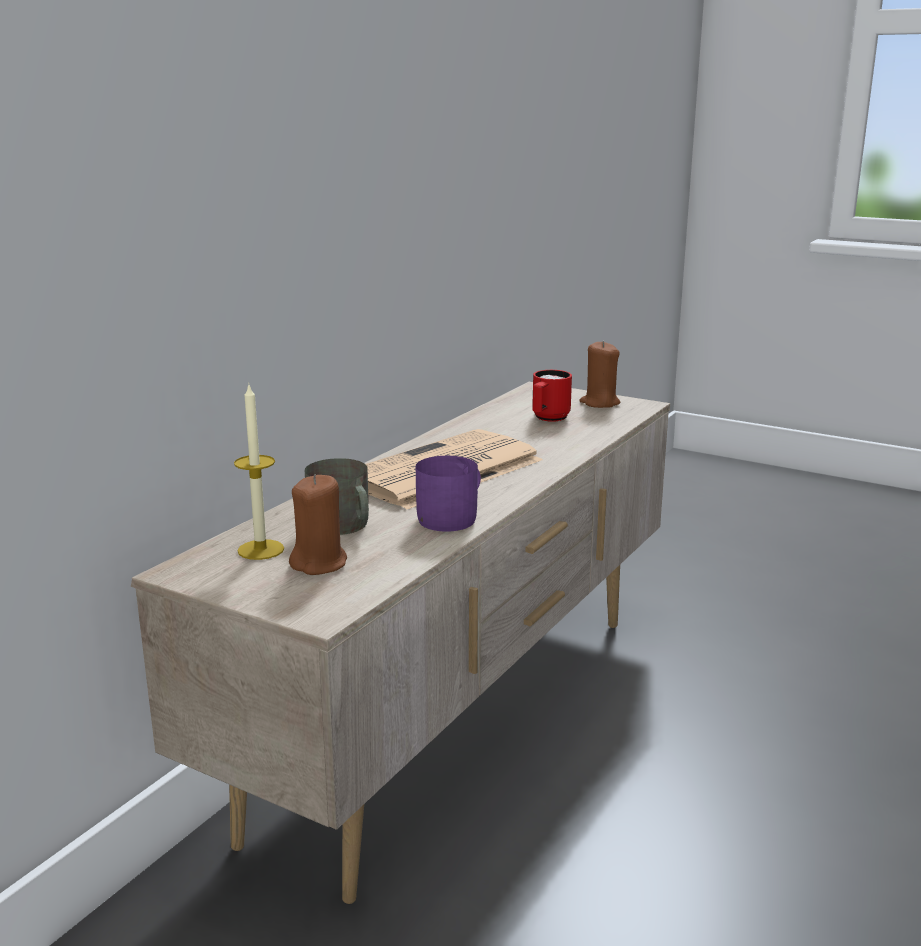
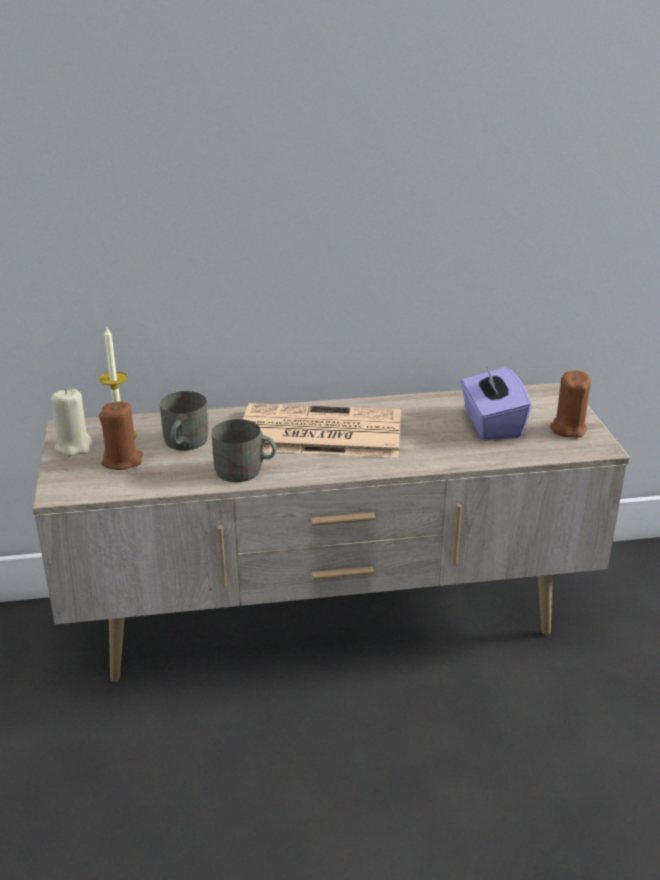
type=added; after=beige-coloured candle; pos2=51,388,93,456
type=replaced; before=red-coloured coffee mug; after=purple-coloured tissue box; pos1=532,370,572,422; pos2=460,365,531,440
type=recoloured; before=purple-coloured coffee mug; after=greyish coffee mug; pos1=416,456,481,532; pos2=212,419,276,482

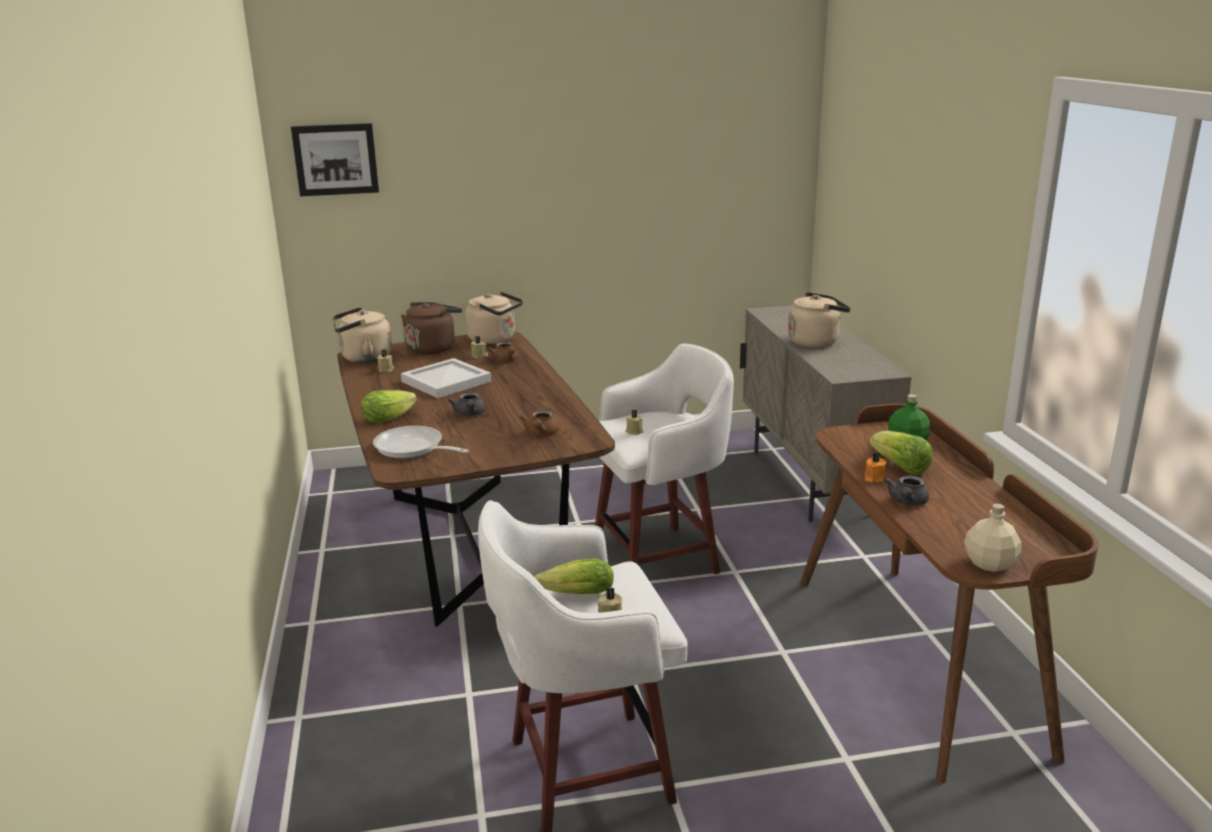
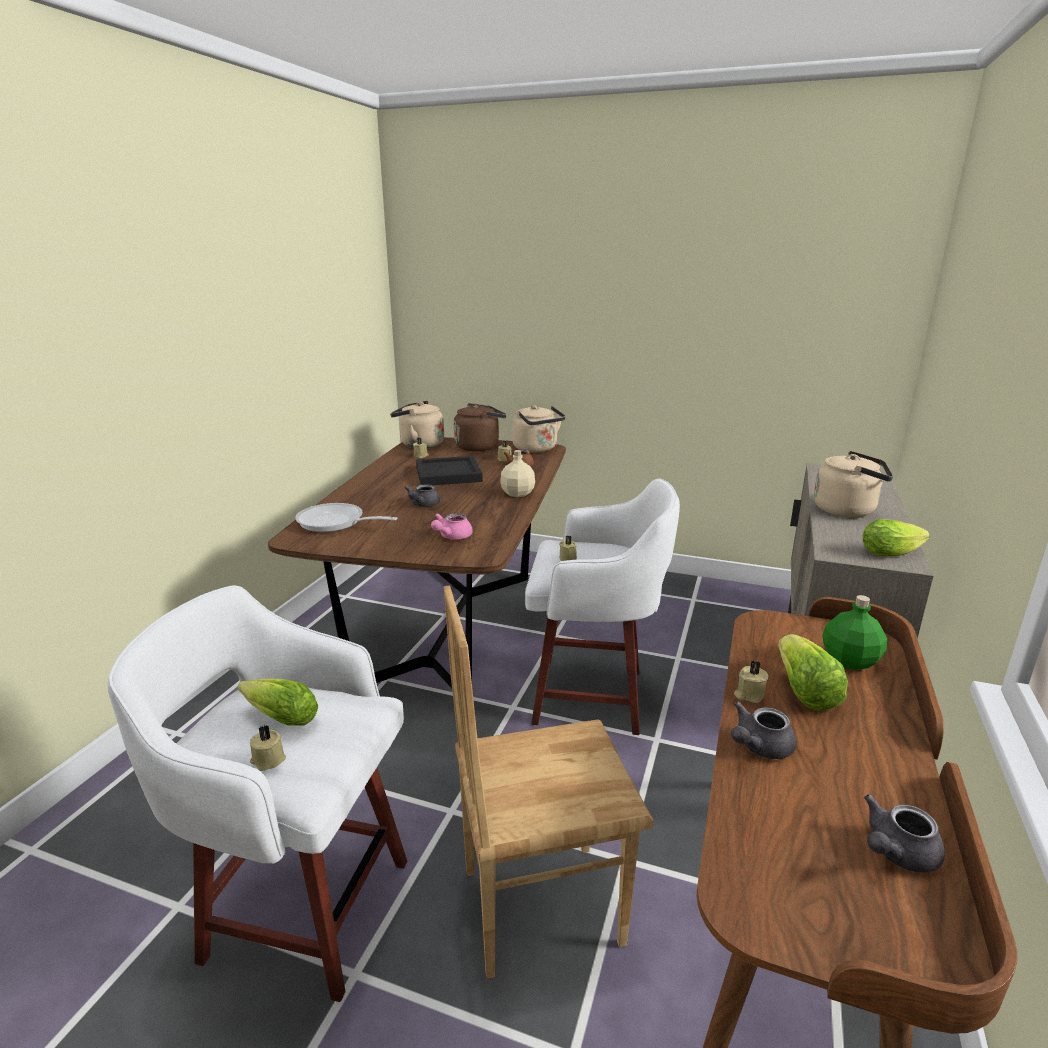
type=removed; before=picture; pos1=291,123,379,196
type=added; after=brown upright chair; pos2=444,586,654,979
type=added; after=greyish tea pot; pos2=864,795,945,873
type=moved; before=lettuce; pos1=361,390,417,423; pos2=863,519,930,556
type=moved; before=beige-coloured drink bottle; pos1=964,504,1021,572; pos2=500,450,535,497
type=recoloured; before=whitish carrying tray; after=black-coloured carrying tray; pos1=401,358,492,398; pos2=416,456,483,485
type=recoloured; before=brown tea pot; after=pinkish tea pot; pos1=519,410,559,436; pos2=431,513,473,540
type=recoloured; before=orangey candle; after=beige-coloured candle; pos1=865,452,886,483; pos2=734,661,768,703
type=turned; before=skillet; pos1=373,426,469,458; pos2=295,503,398,532; turn=-45

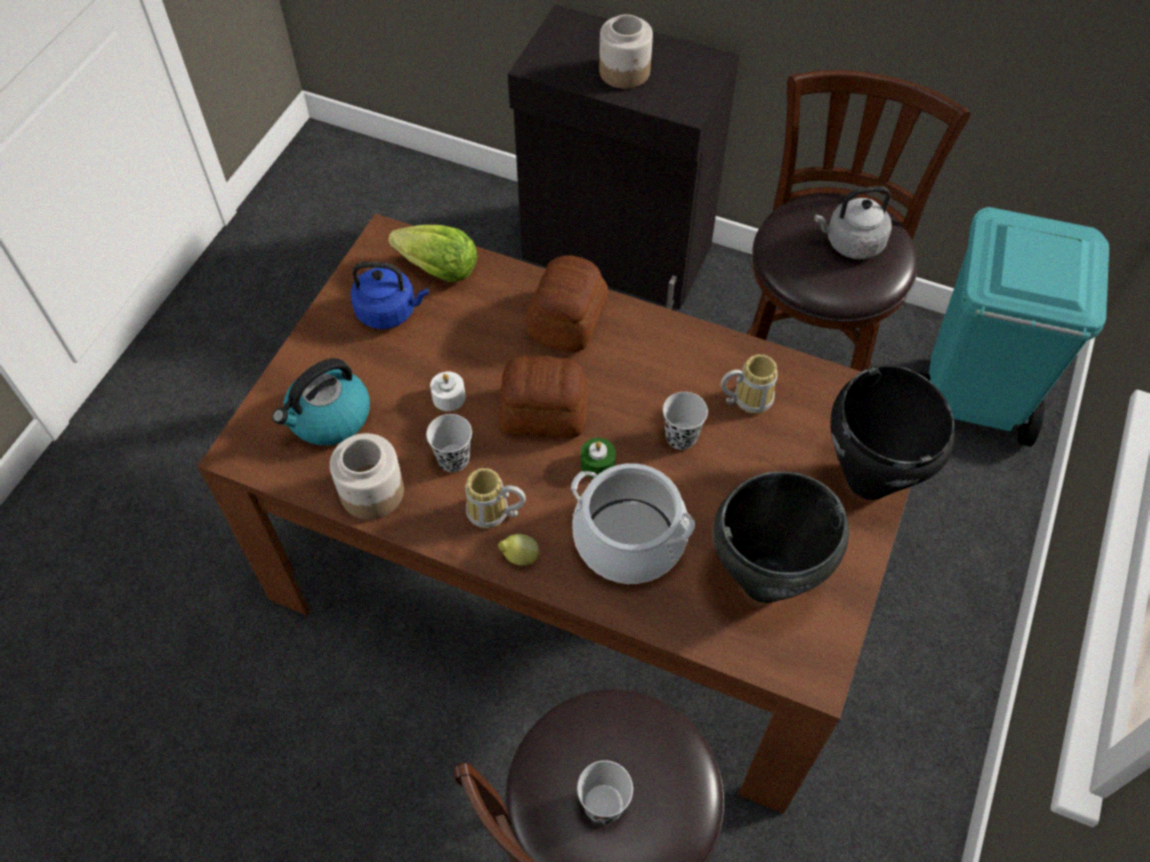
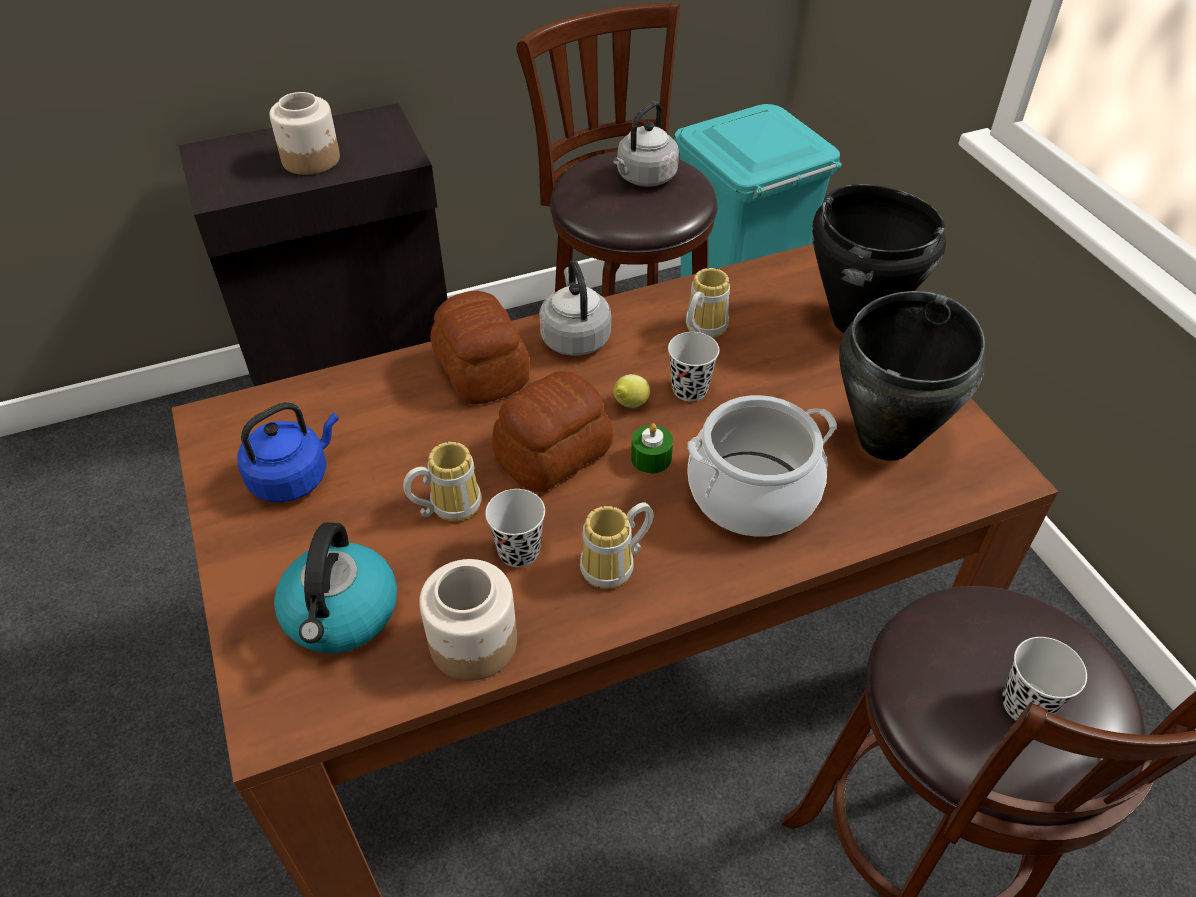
type=removed; before=lettuce; pos1=388,225,478,282
type=added; after=greyish kettle; pos2=539,260,611,356
type=moved; before=citrus fruit; pos1=498,534,539,566; pos2=614,374,650,408
type=replaced; before=whitish candle; after=coffee mug; pos1=430,371,466,411; pos2=403,442,482,521

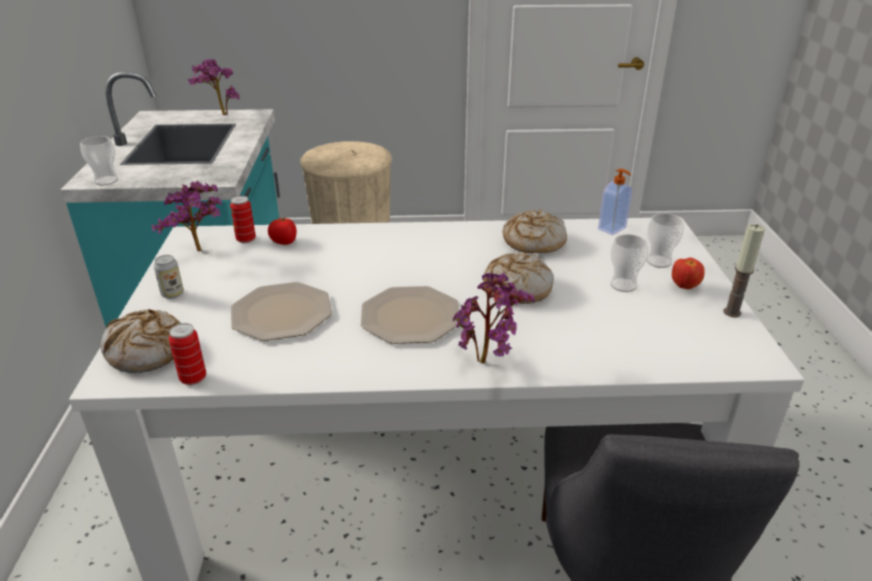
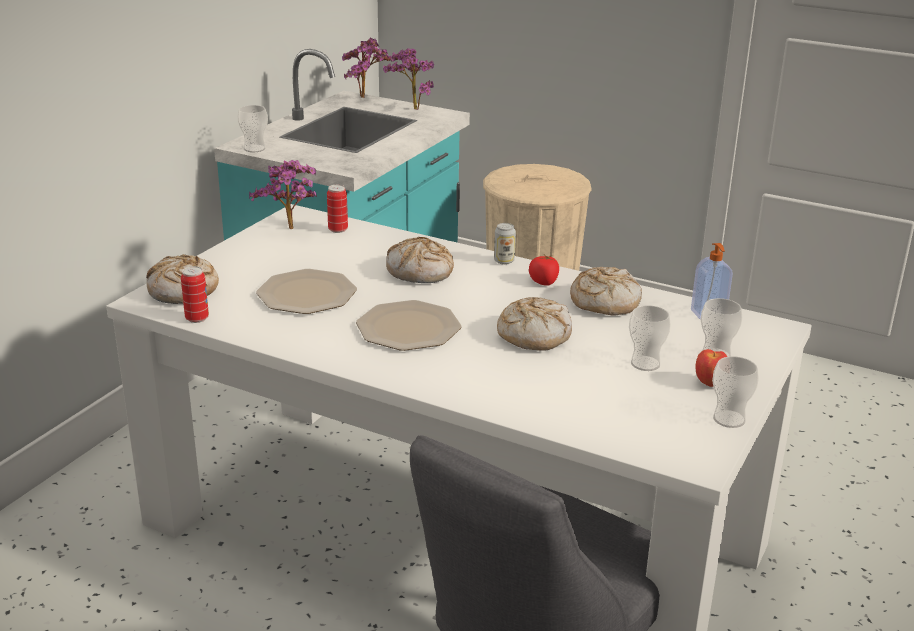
type=added; after=bread; pos2=386,237,454,283
type=moved; before=metal can; pos1=154,255,184,299; pos2=494,223,516,265
type=moved; before=tomato; pos1=268,217,297,245; pos2=529,255,559,286
type=moved; before=plant in a pot; pos1=453,273,535,363; pos2=342,38,393,98
type=replaced; before=candle; after=cup; pos1=723,224,765,317; pos2=712,356,759,428

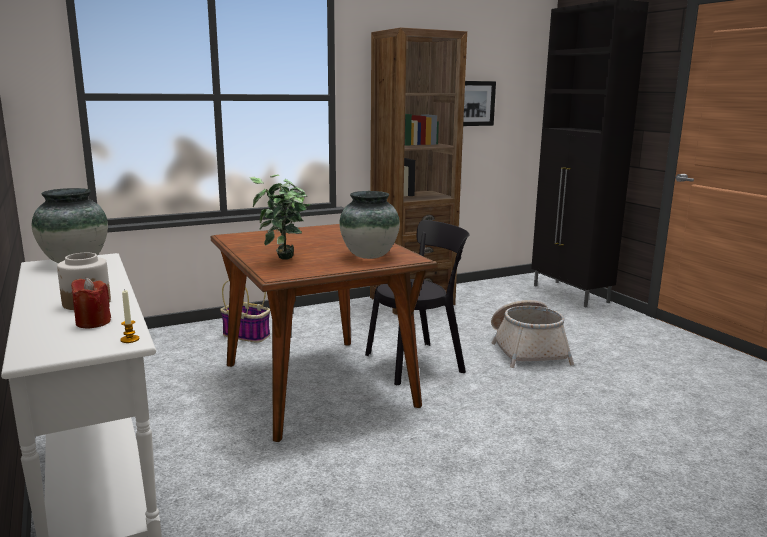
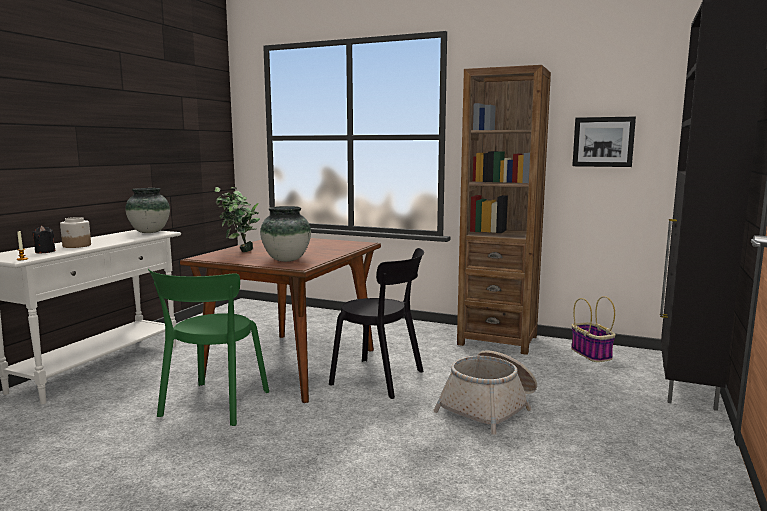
type=added; after=green-coloured upright chair; pos2=148,269,269,426
type=moved; before=storage basket; pos1=220,280,270,343; pos2=571,296,615,362
type=recoloured; before=red-coloured candle; after=black-coloured candle; pos1=71,278,111,329; pos2=32,226,56,254

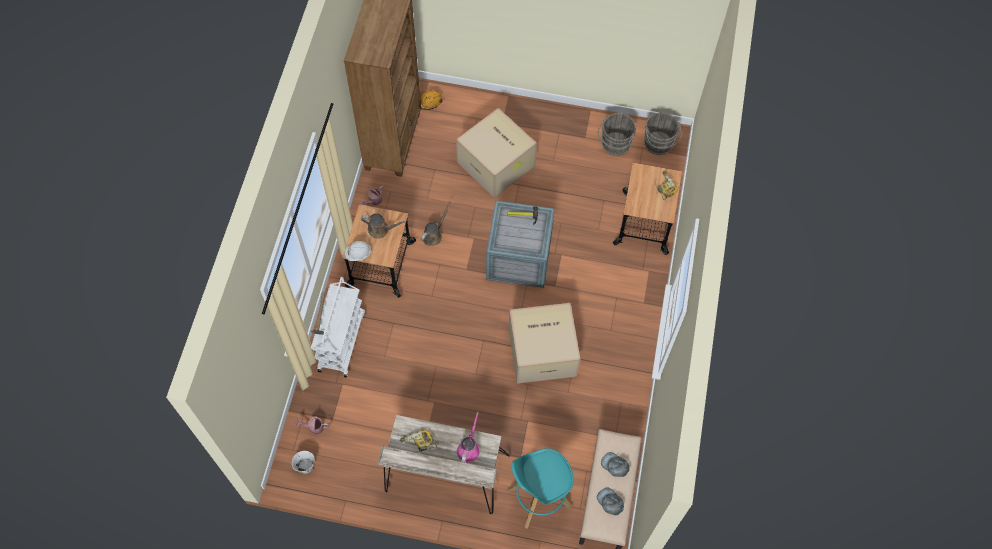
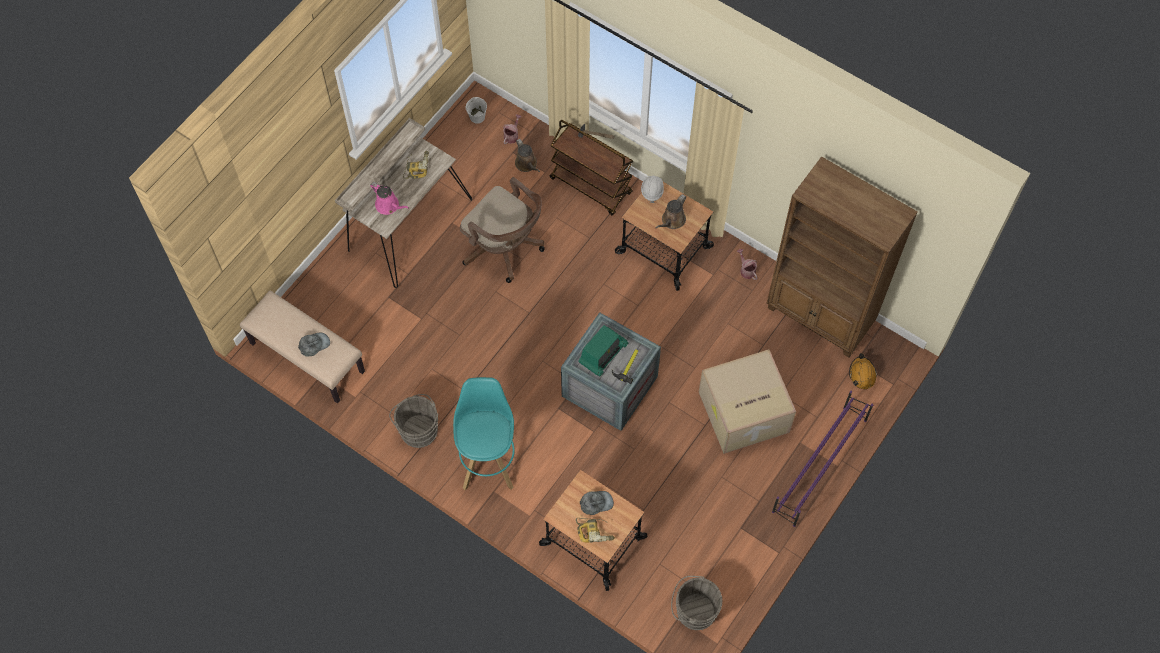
type=removed; before=carton; pos1=508,303,581,384
type=added; after=brown office chair; pos2=460,177,545,283
type=added; after=radio set; pos2=578,325,629,376
type=added; after=purple-coloured shoe rack; pos2=772,391,873,527
type=moved; before=brown watering pot; pos1=421,206,450,246; pos2=515,139,540,172
type=moved; before=turquoise-coloured stool seat; pos1=507,448,574,529; pos2=453,377,515,490
type=moved; before=greyish cap; pos1=597,488,624,515; pos2=580,491,614,515
type=moved; before=greyish pail; pos1=598,113,636,156; pos2=389,394,438,448
type=recoloured; before=whitish cart; after=brown cart; pos1=311,277,365,377; pos2=550,120,633,215

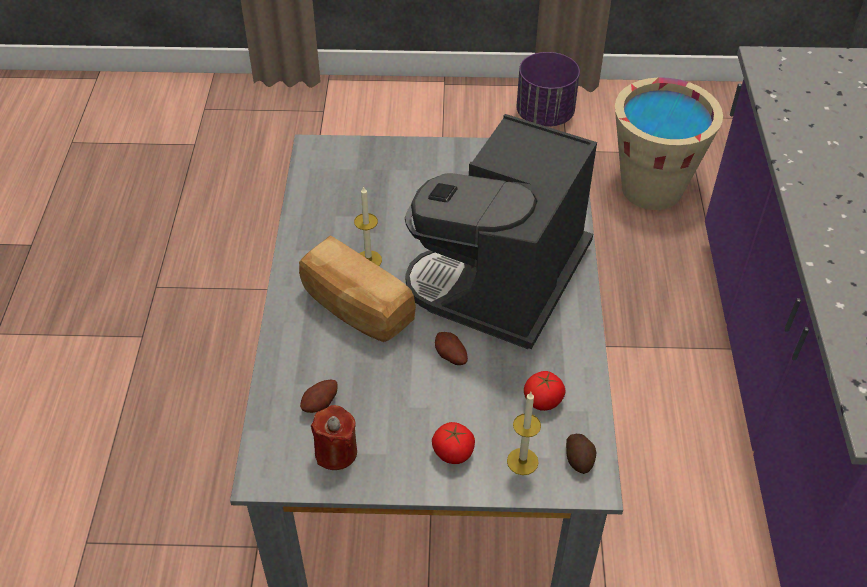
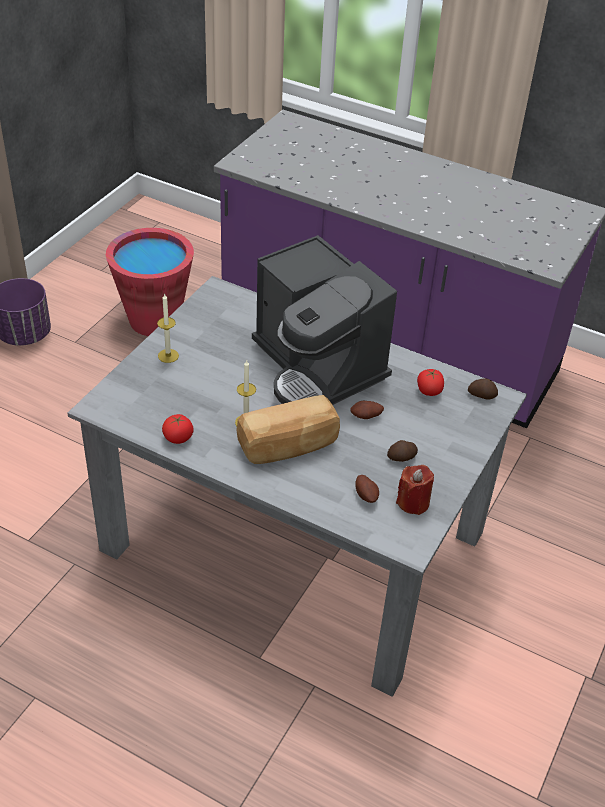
type=added; after=whole potato; pos2=387,440,418,462
type=moved; before=tomato; pos1=432,422,475,464; pos2=162,414,194,444
type=moved; before=candle; pos1=507,392,541,475; pos2=157,293,179,363
type=recoloured; before=beige-coloured pail; after=red-coloured pail; pos1=615,77,723,210; pos2=106,228,194,336

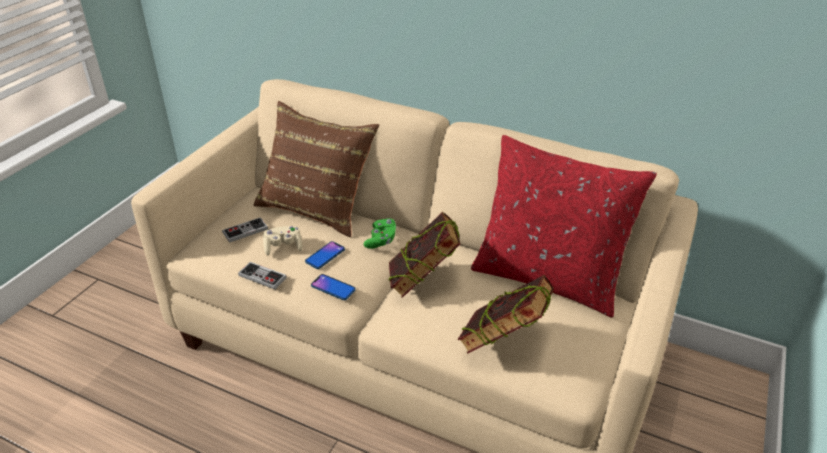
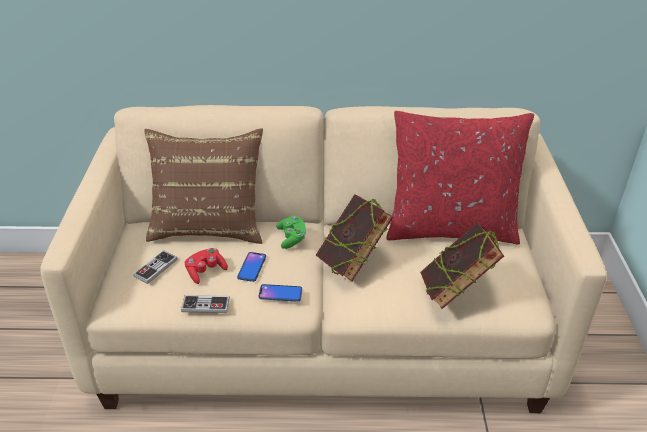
type=recoloured; before=beige-coloured joypad; after=red-coloured joypad; pos1=263,226,302,256; pos2=185,248,228,284

